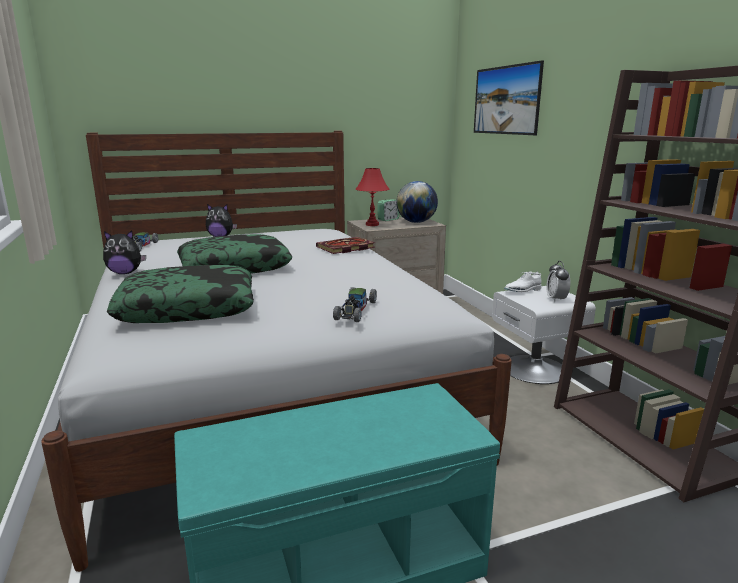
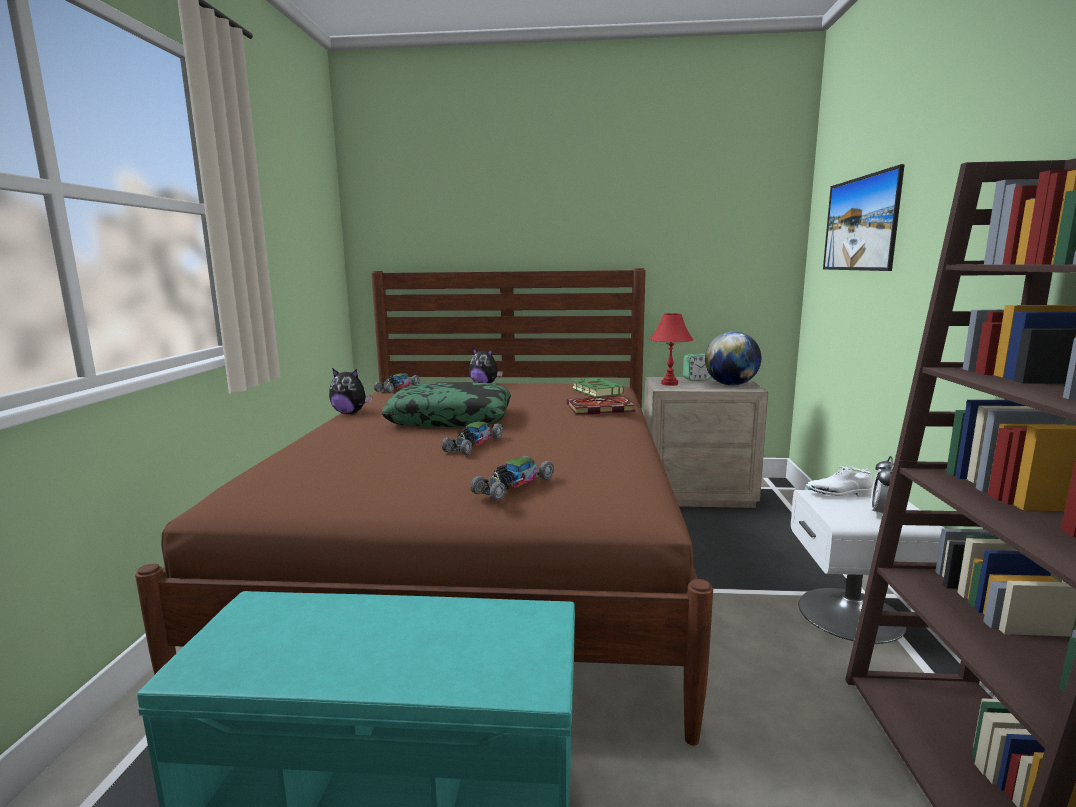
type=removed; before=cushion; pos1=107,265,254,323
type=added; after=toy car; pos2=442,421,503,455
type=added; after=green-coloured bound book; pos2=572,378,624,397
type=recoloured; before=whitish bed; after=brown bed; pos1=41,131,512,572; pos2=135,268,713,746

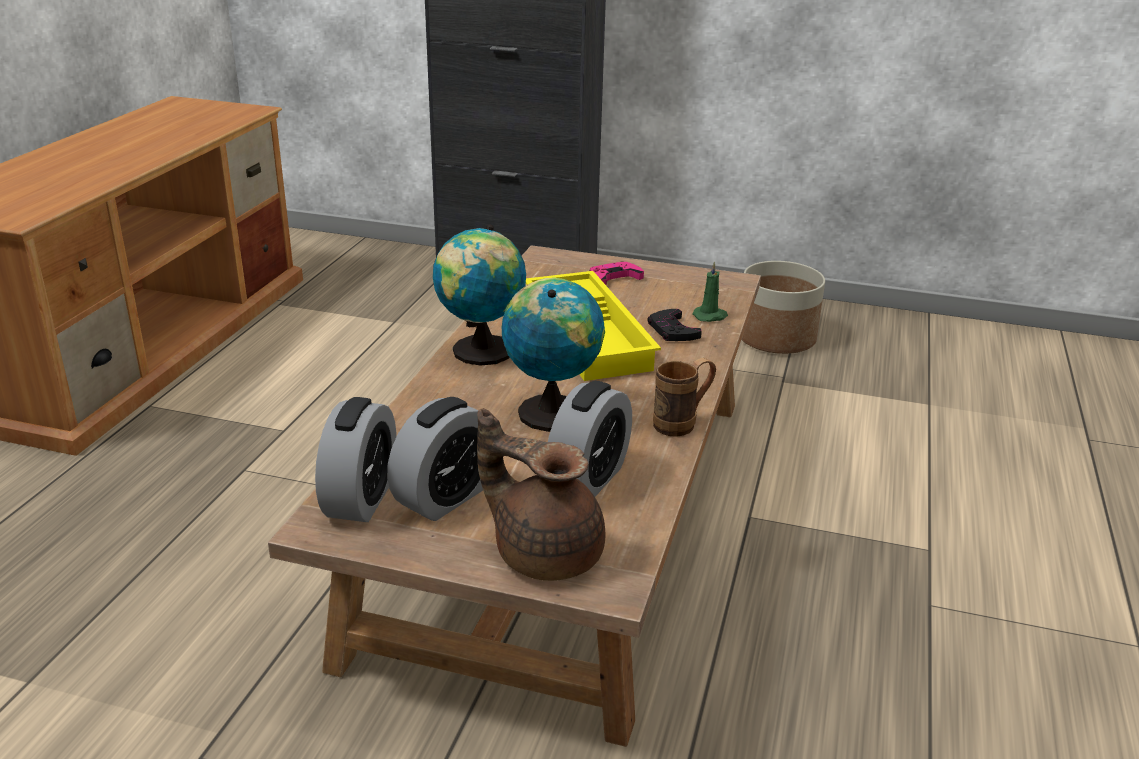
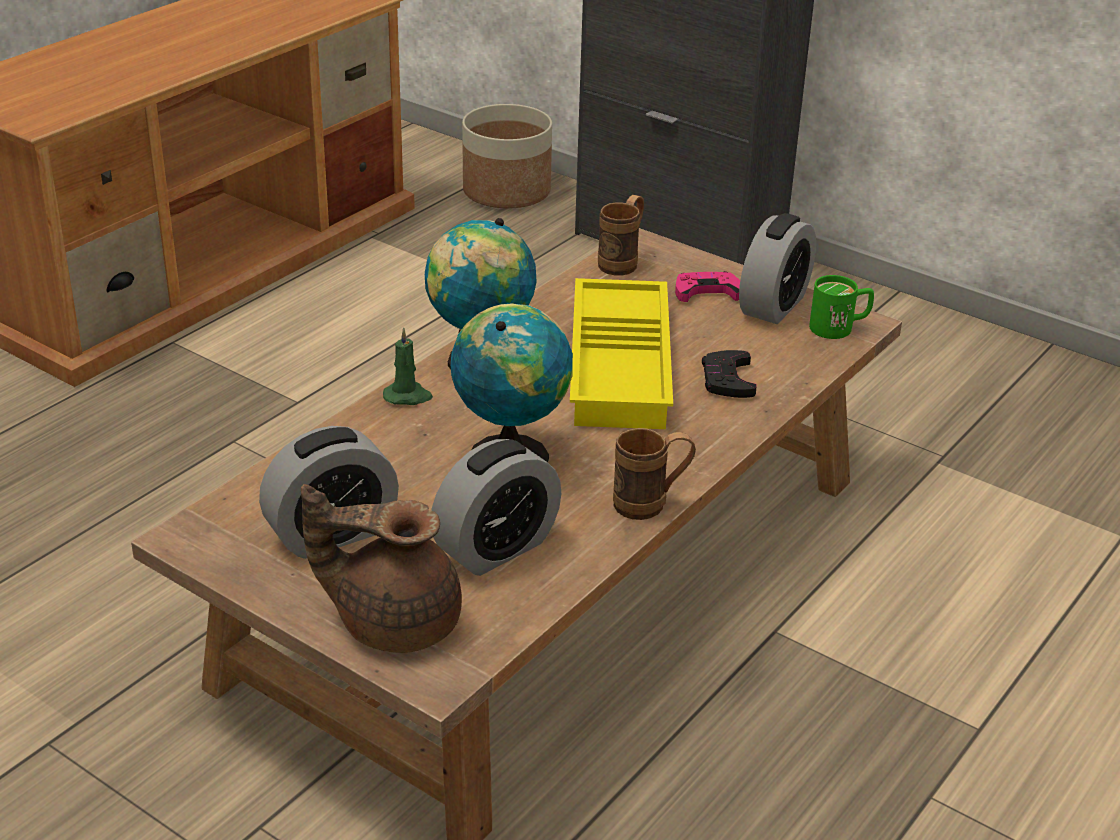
type=added; after=brown coffee mug; pos2=598,195,644,276
type=added; after=green-coloured coffee mug; pos2=809,275,874,339
type=moved; before=table clock; pos1=315,397,397,522; pos2=739,213,816,324
type=moved; before=green-coloured candle; pos1=693,261,728,322; pos2=383,328,433,405
type=moved; before=flower pot; pos1=741,261,825,354; pos2=462,104,552,208
type=turned; before=brown tea pot; pos1=477,408,606,581; pos2=301,484,462,653; turn=-45

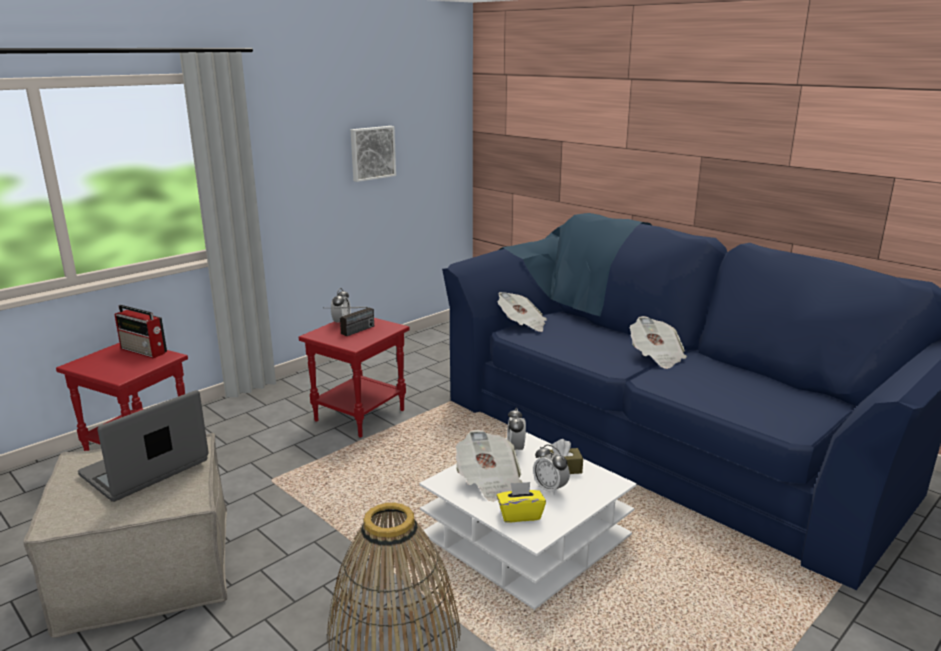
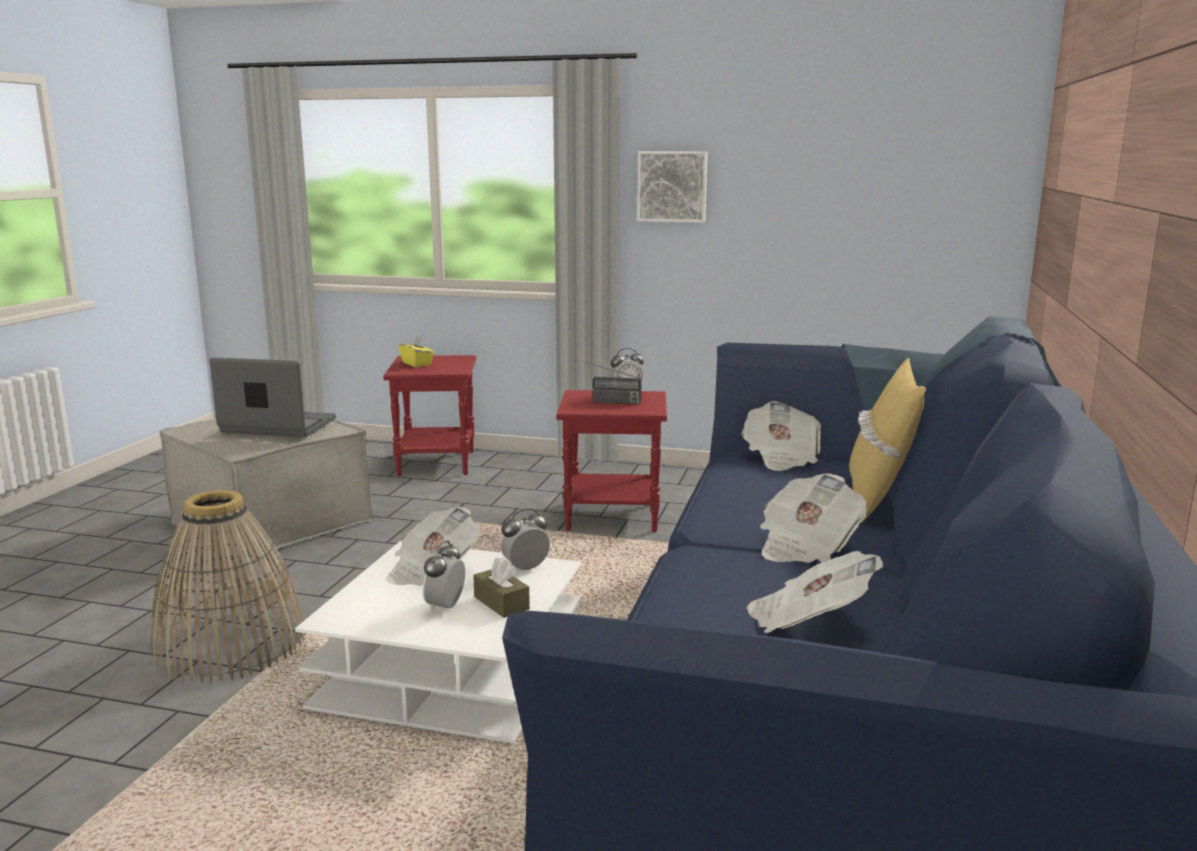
type=removed; before=radio set; pos1=114,305,167,358
type=added; after=newspaper; pos2=747,551,883,633
type=added; after=yellow-coloured cushion; pos2=849,358,926,523
type=moved; before=picture; pos1=351,126,396,182; pos2=637,151,708,223
type=moved; before=yellow-coloured tissue box; pos1=497,482,546,522; pos2=399,336,434,367

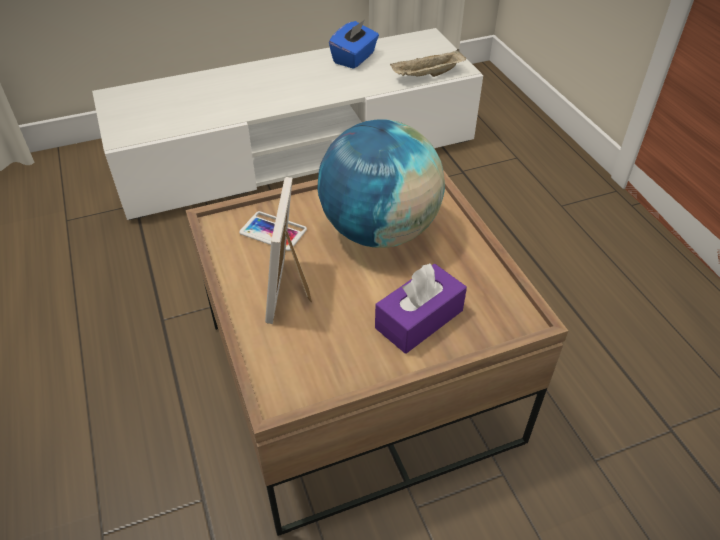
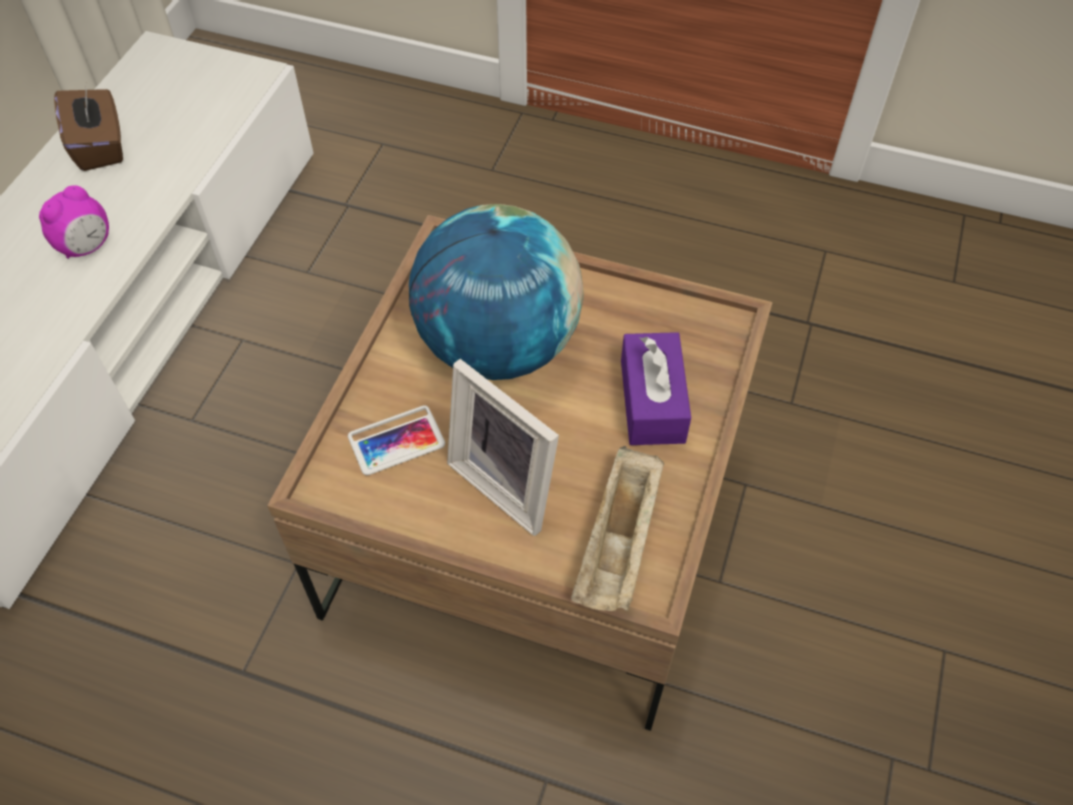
type=added; after=table clock; pos2=39,185,109,259
type=moved; before=beige-coloured carrying tray; pos1=390,49,466,77; pos2=571,446,664,611
type=recoloured; before=bluish tissue box; after=brown tissue box; pos1=329,20,379,69; pos2=54,89,123,171

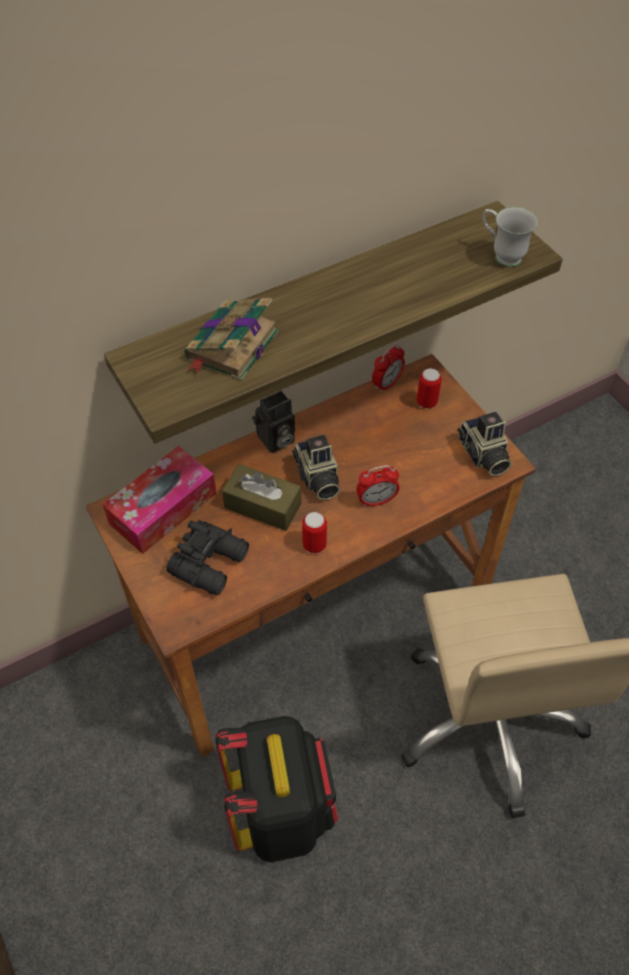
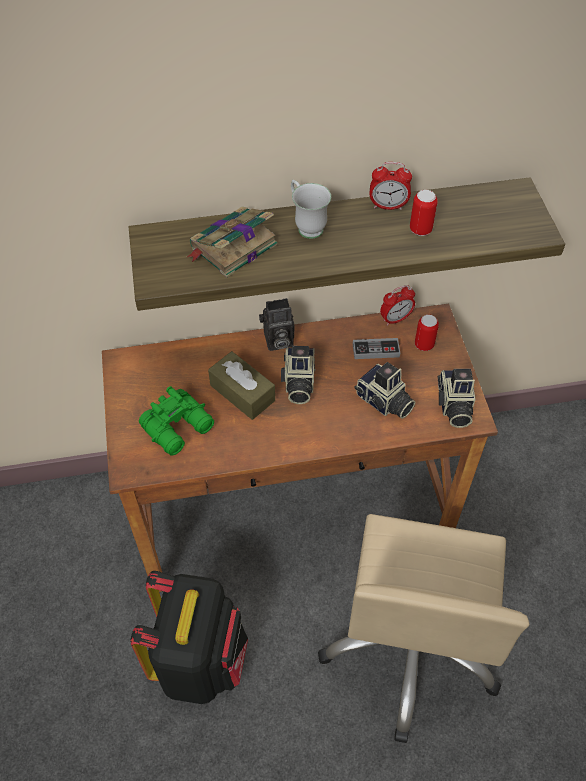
type=removed; before=tissue box; pos1=102,446,217,554
type=added; after=joypad; pos2=353,338,400,359
type=added; after=still camera; pos2=354,362,415,419
type=moved; before=metal can; pos1=302,512,327,554; pos2=410,190,438,236
type=moved; before=table clock; pos1=357,465,399,507; pos2=370,162,412,210
type=moved; before=whitish coffee mug; pos1=482,207,538,267; pos2=291,180,331,239
type=recoloured; before=black-coloured pair of binoculars; after=green-coloured pair of binoculars; pos1=166,520,249,595; pos2=139,386,214,456

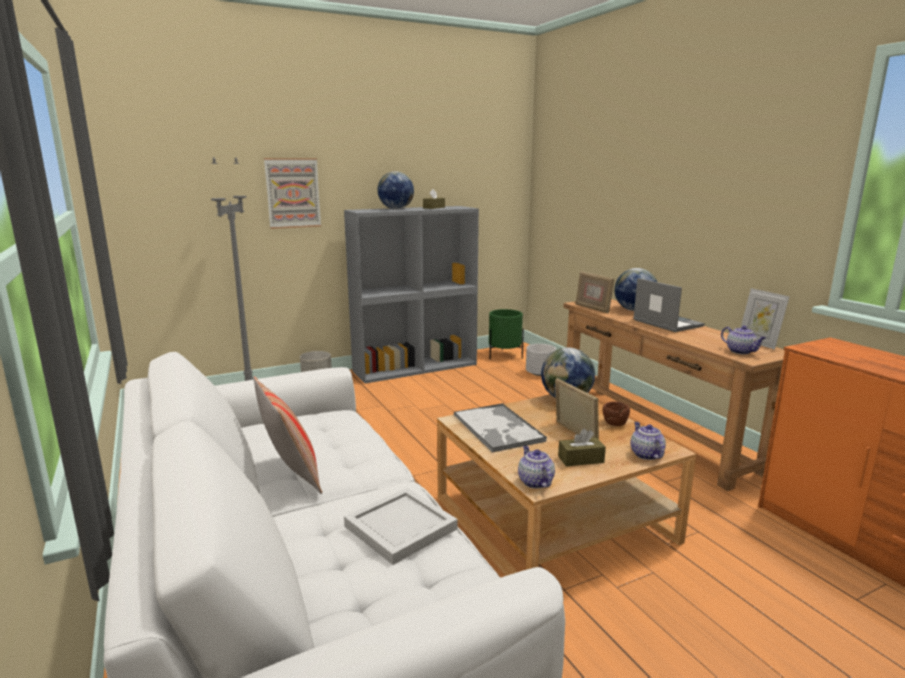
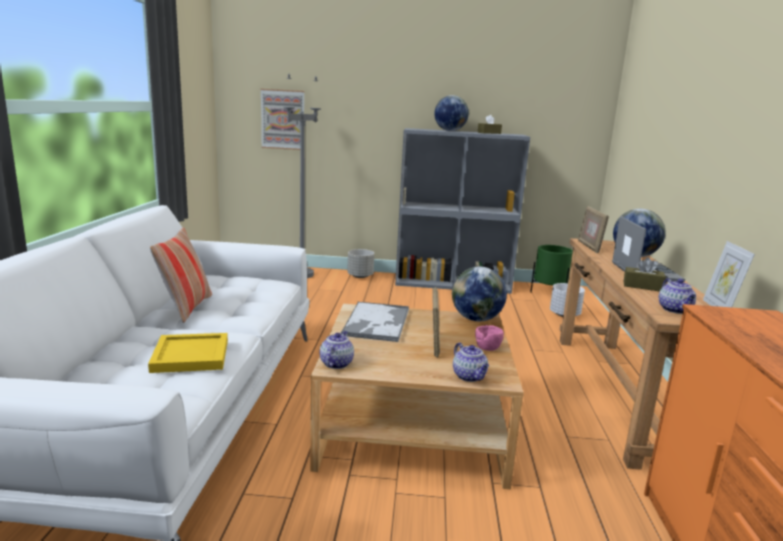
type=moved; before=picture; pos1=264,158,321,229; pos2=260,89,304,150
type=moved; before=brown tissue box; pos1=558,428,606,467; pos2=624,257,666,291
type=recoloured; before=whitish carrying tray; after=yellow-coloured carrying tray; pos1=344,488,458,565; pos2=148,333,228,373
type=recoloured; before=brown deep dish; after=pinkish deep dish; pos1=603,401,630,426; pos2=475,325,504,351
type=turned; before=tea pot; pos1=630,422,666,460; pos2=453,342,489,382; turn=135

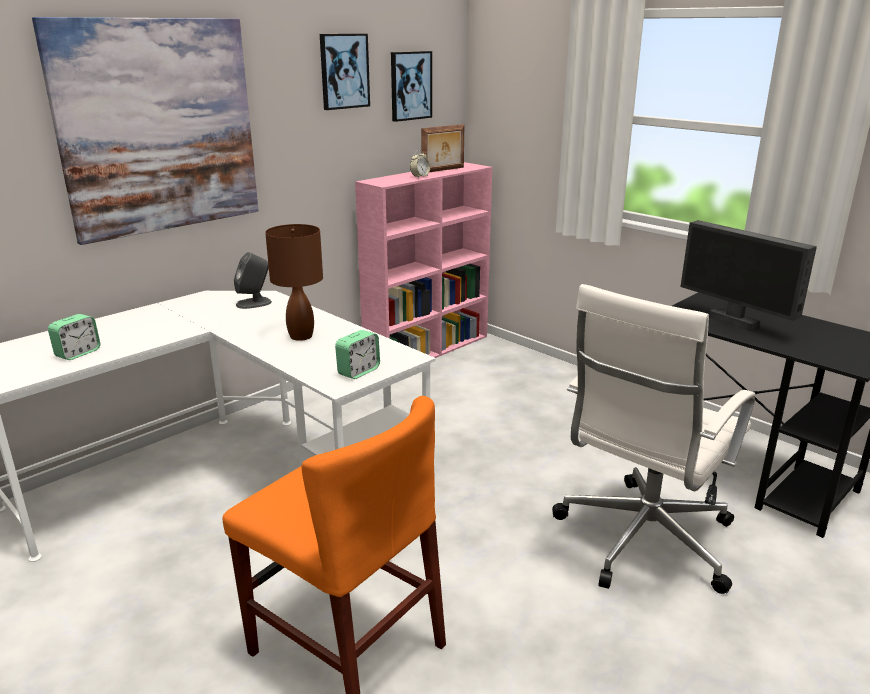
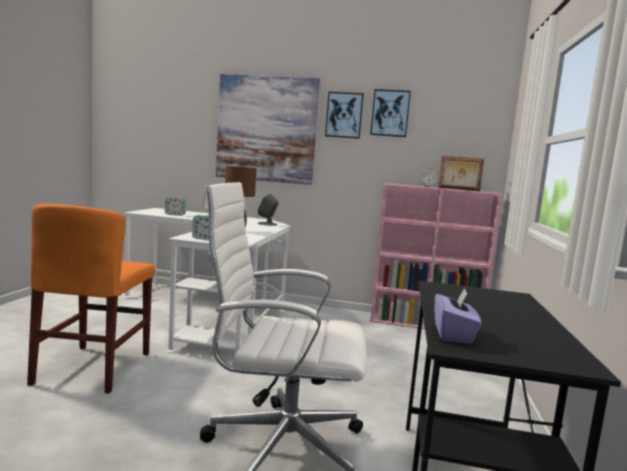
type=removed; before=computer display; pos1=680,220,817,331
type=added; after=purple-coloured tissue box; pos2=435,288,481,344
type=moved; before=picture; pos1=391,51,432,122; pos2=325,92,364,139

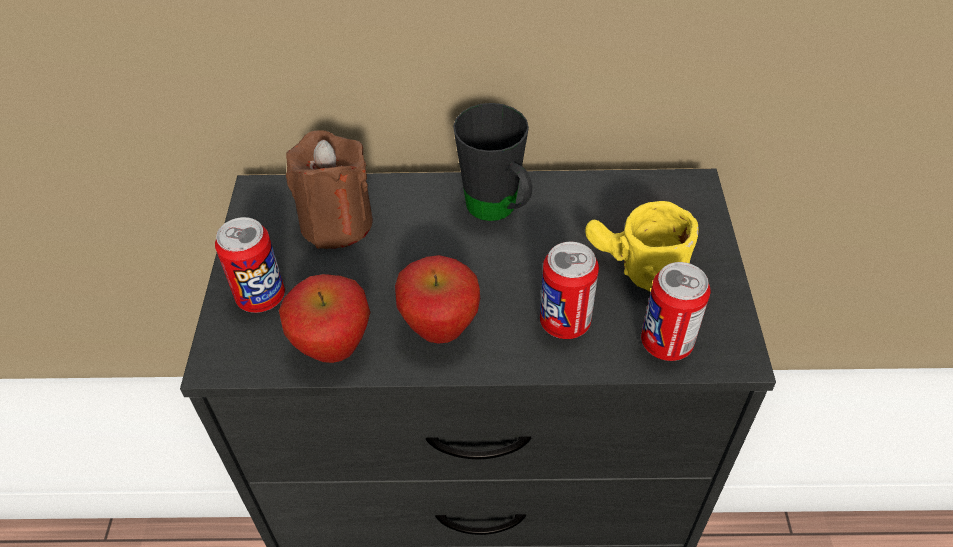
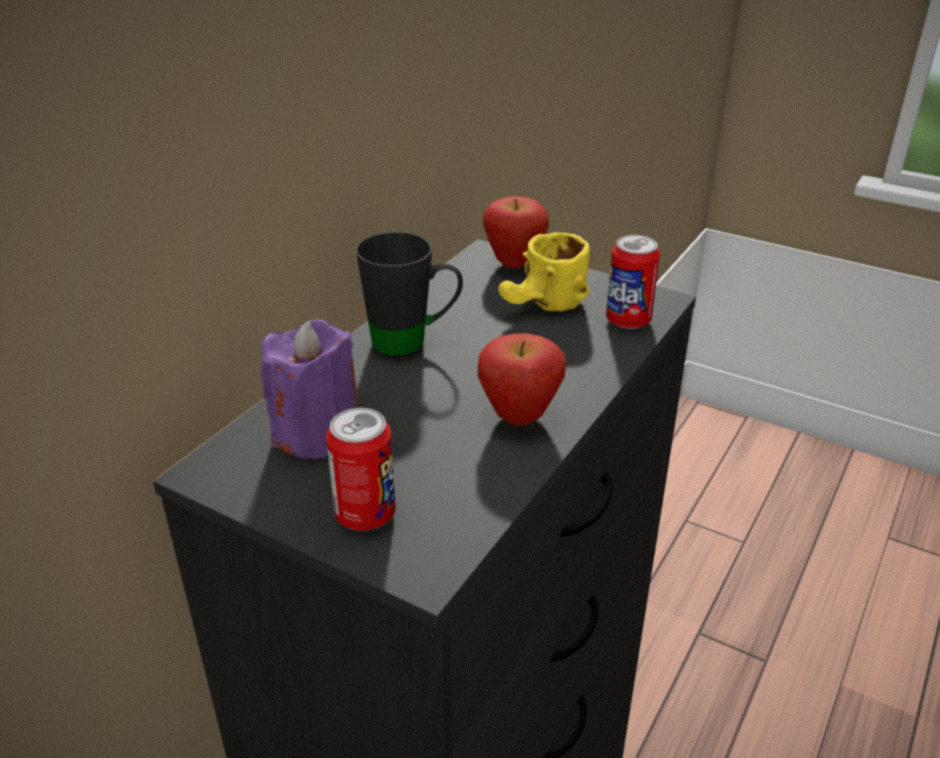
type=removed; before=metal can; pos1=540,242,599,339
type=moved; before=apple; pos1=279,274,371,363; pos2=483,196,549,268
type=recoloured; before=brown candle; after=purple-coloured candle; pos1=286,131,373,249; pos2=261,320,358,459

